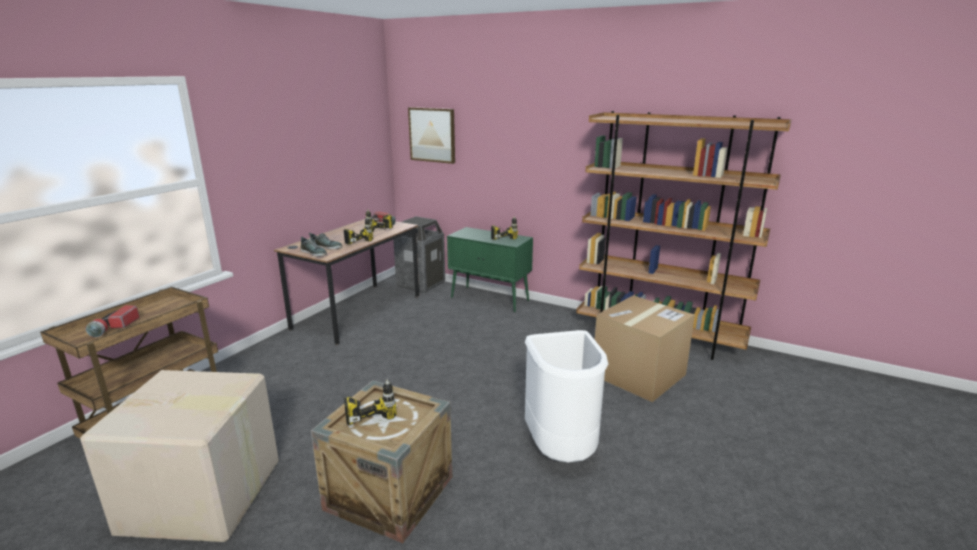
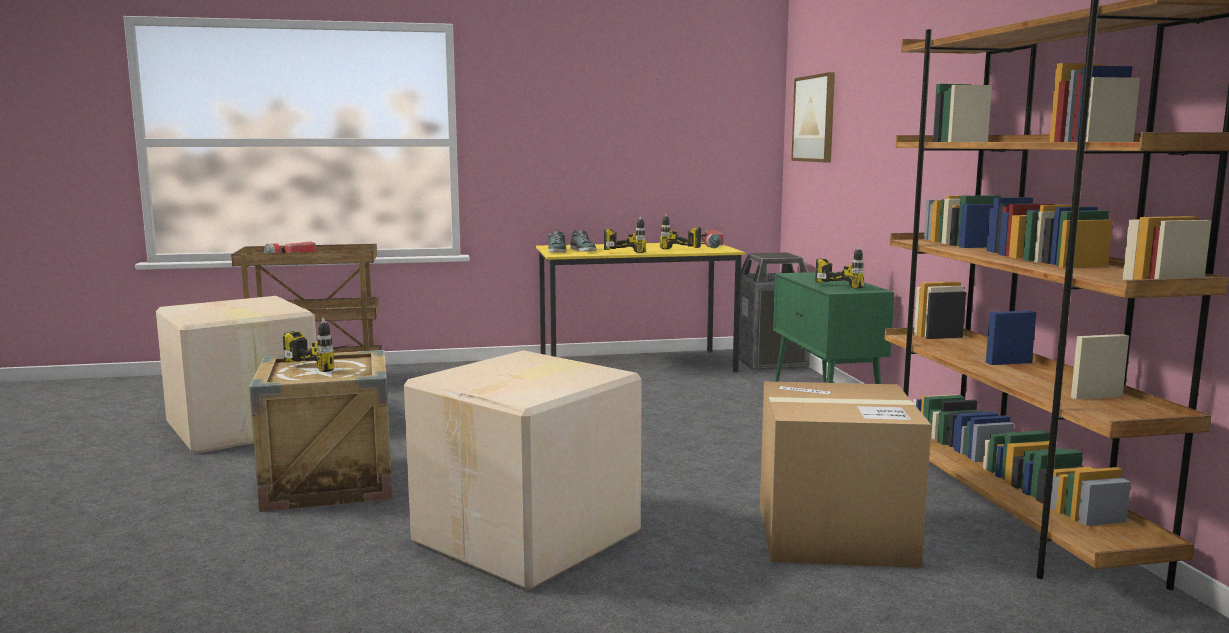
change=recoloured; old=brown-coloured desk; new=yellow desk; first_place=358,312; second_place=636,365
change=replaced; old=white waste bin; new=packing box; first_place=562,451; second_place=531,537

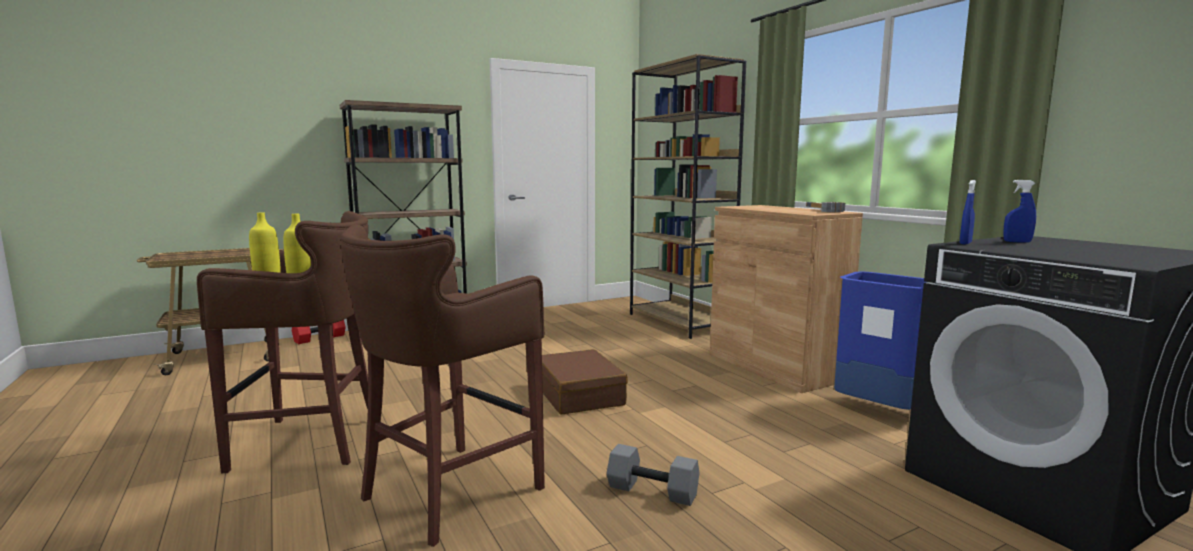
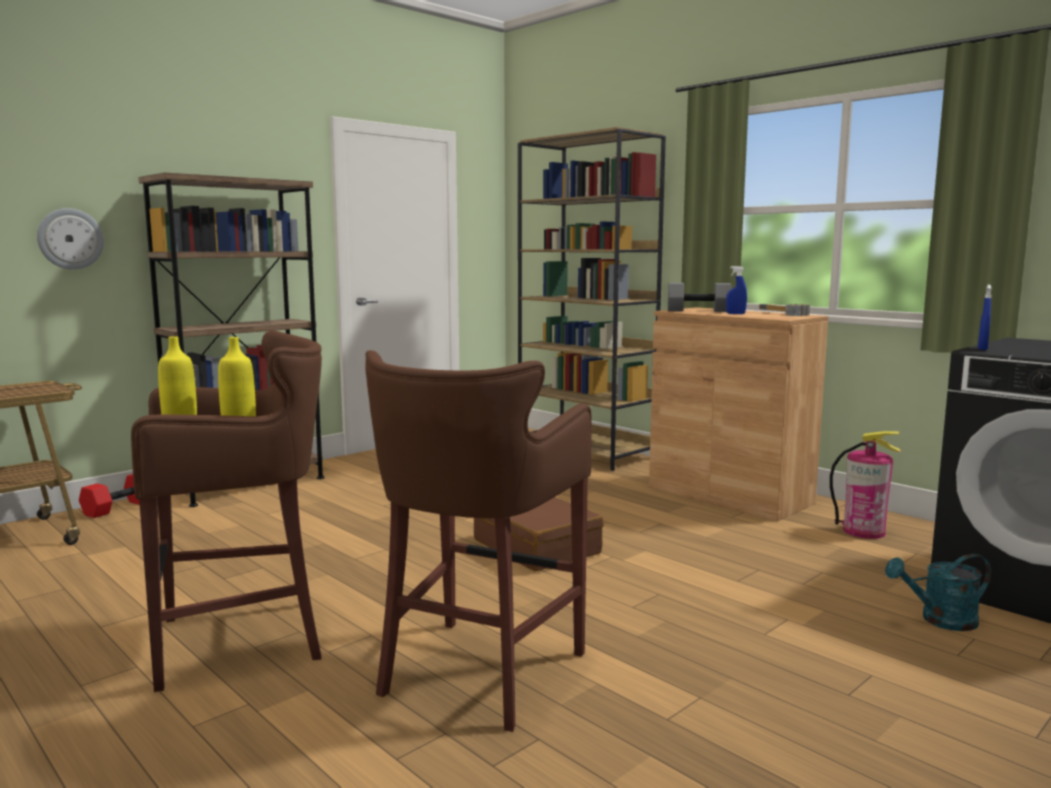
change=moved; old=grey dumbbell; first_place=653,490; second_place=699,310
change=replaced; old=bluish waste bin; new=extinguisher; first_place=878,410; second_place=863,531
change=moved; old=bluish spray bottle; first_place=1017,242; second_place=735,314
change=added; new=clock on the wall; second_place=70,239
change=added; new=blue-green watering pot; second_place=940,620

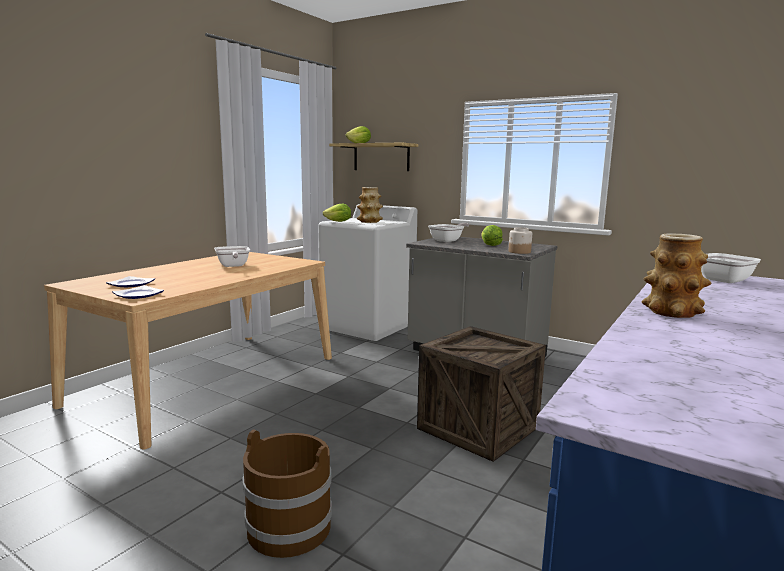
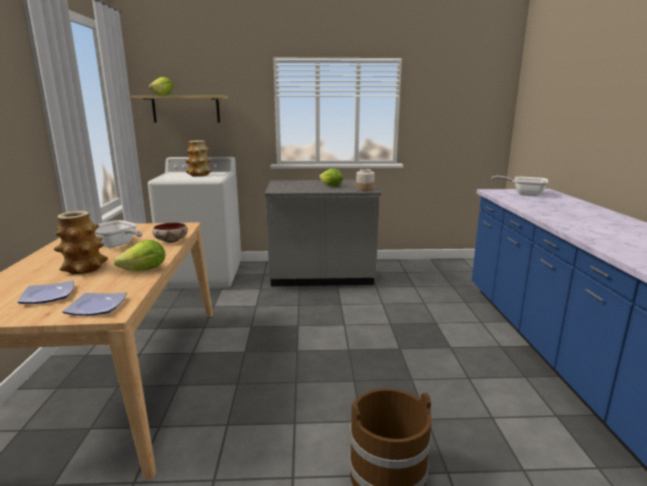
change=moved; old=lettuce head; first_place=338,222; second_place=145,270
change=removed; old=packing crate; first_place=478,428
change=removed; old=pan; first_place=448,240
change=moved; old=flower vase; first_place=671,312; second_place=84,268
change=added; new=deep dish; second_place=170,241

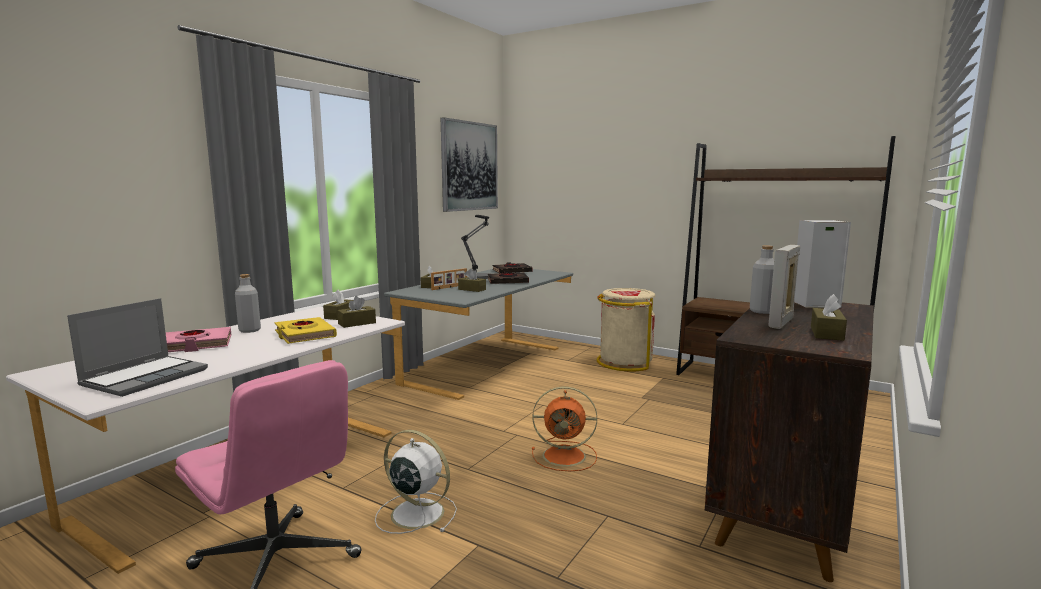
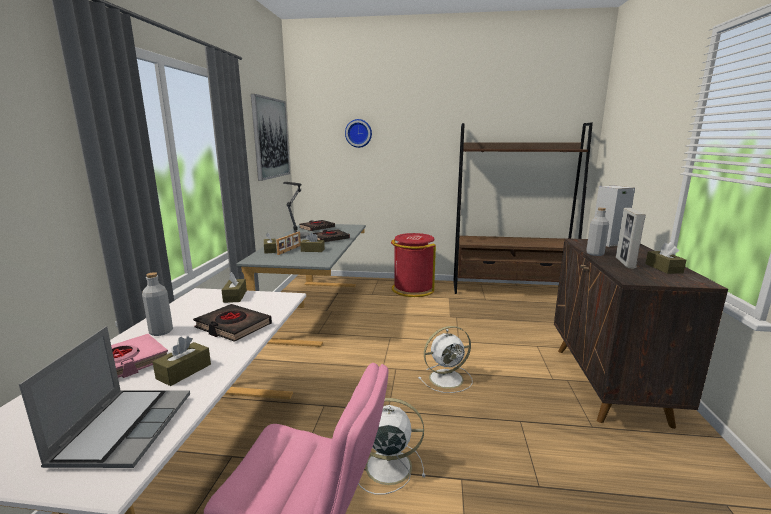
change=recoloured; old=yellow bound book; new=black bound book; first_place=304,335; second_place=233,326
change=moved; old=brown-coloured tissue box; first_place=357,323; second_place=184,371
change=recoloured; old=orangey electric fan; new=white electric fan; first_place=566,456; second_place=447,378
change=recoloured; old=sand-coloured waste bin; new=red-coloured waste bin; first_place=624,362; second_place=412,289
change=added; new=clock on the wall; second_place=358,133

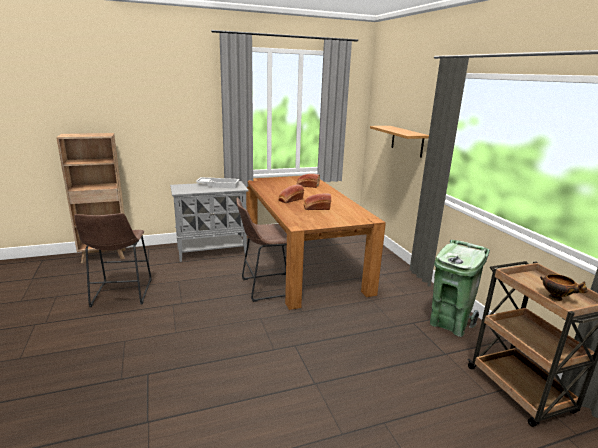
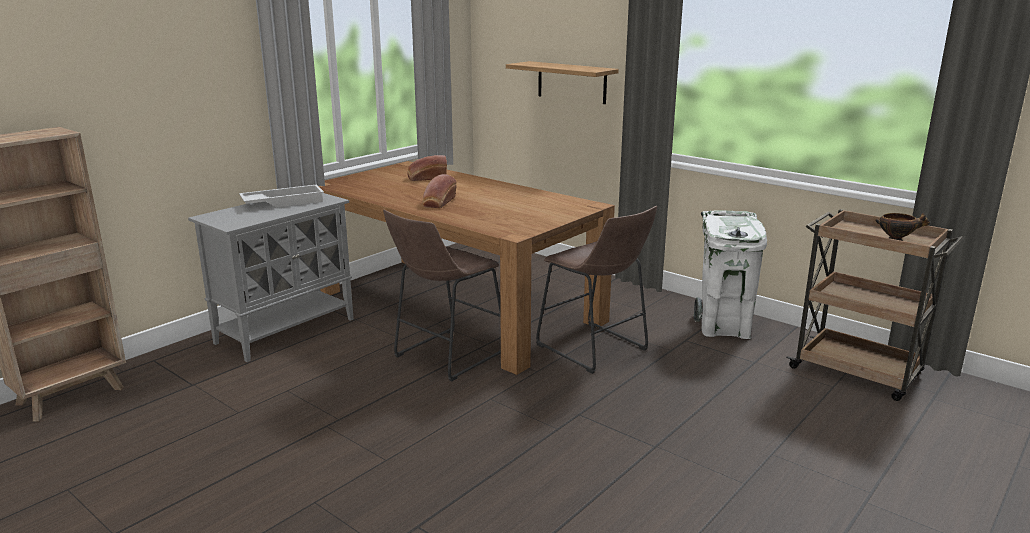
change=moved; old=brown-coloured sitting stool; first_place=120,295; second_place=595,350
change=removed; old=bread; first_place=316,208
change=recoloured; old=greenish waste bin; new=white waste bin; first_place=449,323; second_place=724,328

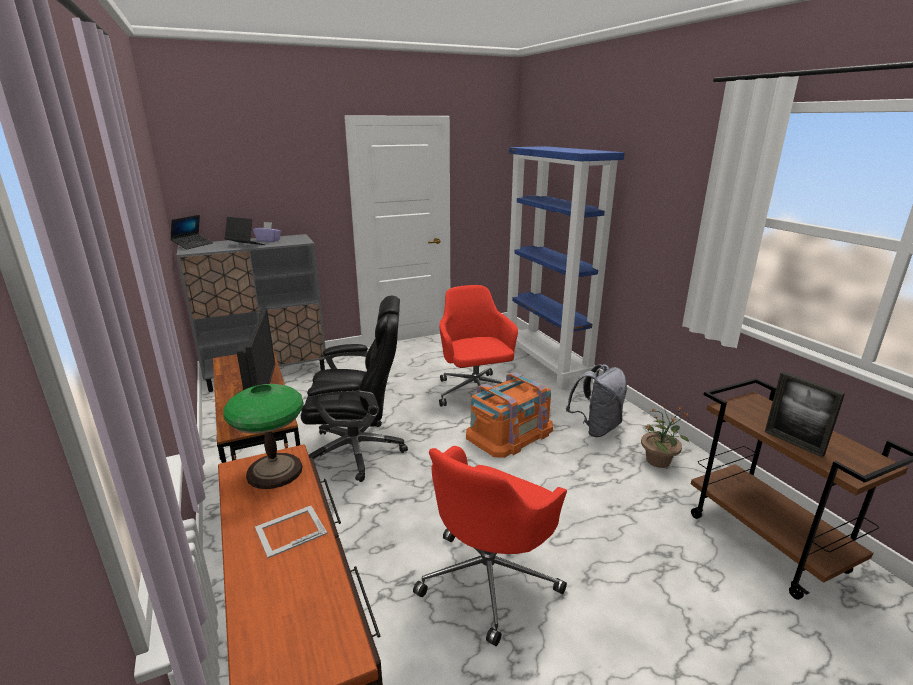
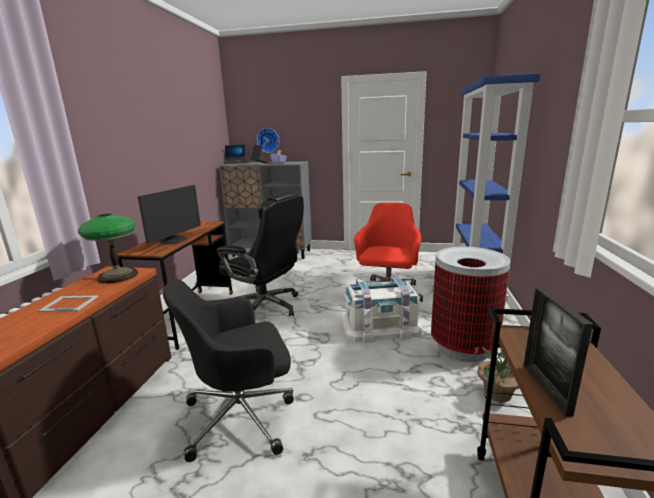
change=recoloured; old=red-coloured desk chair; new=black desk chair; first_place=489,577; second_place=242,415
change=recoloured; old=orangey storage box; new=white storage box; first_place=509,432; second_place=380,326
change=replaced; old=grey backpack; new=waste bin; first_place=596,428; second_place=463,346
change=added; new=clock on the wall; second_place=268,140

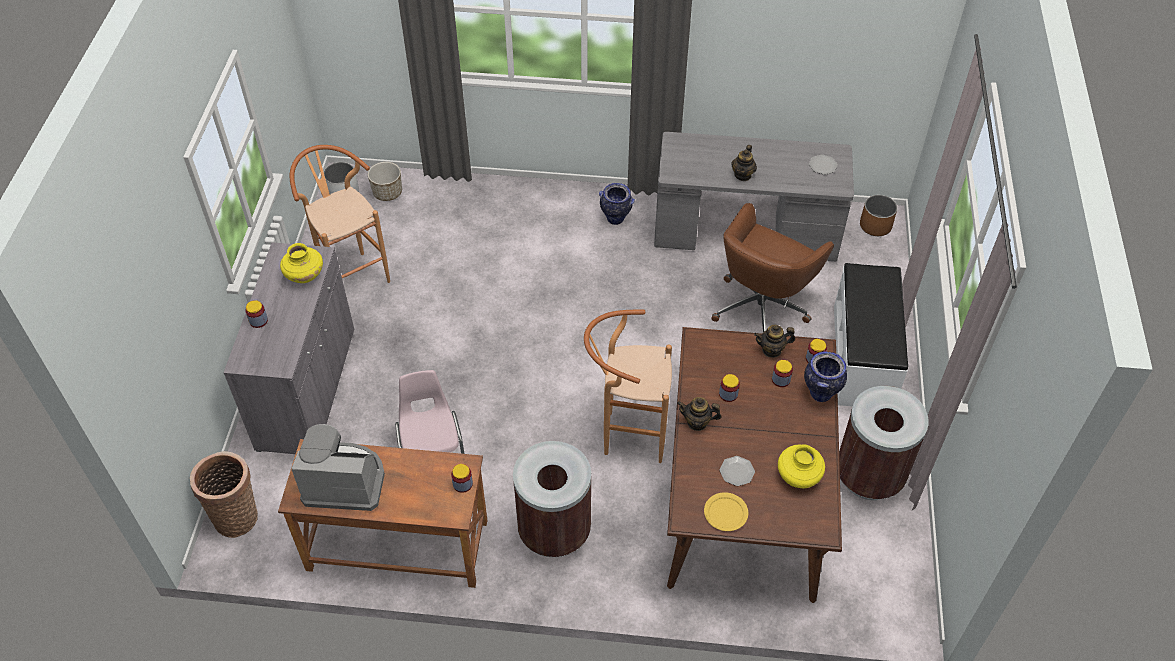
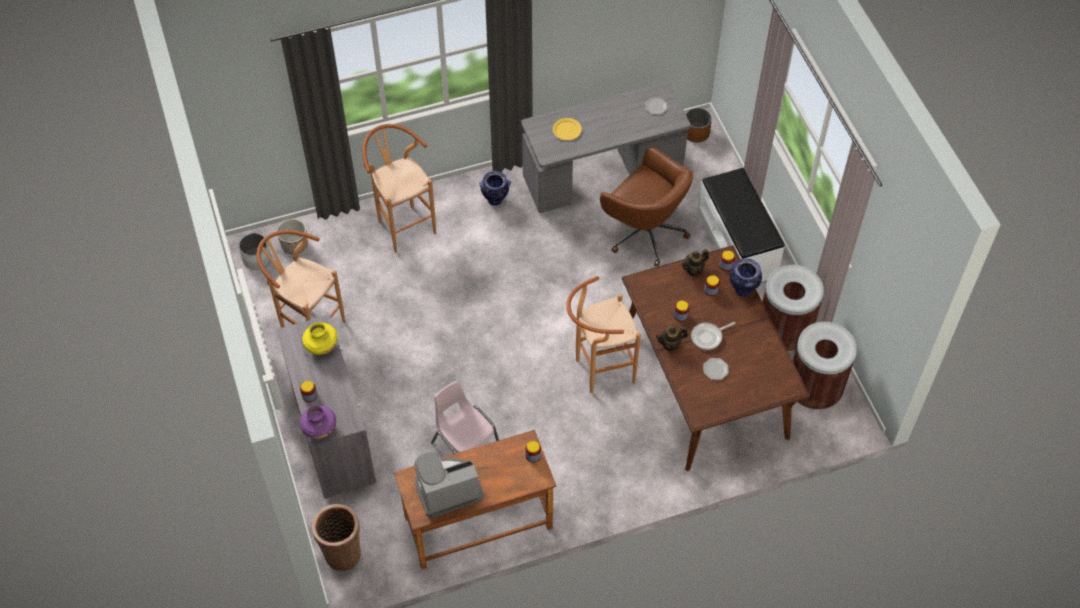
change=moved; old=brown-coloured waste bin; first_place=554,531; second_place=813,390
change=moved; old=yellow flat dish; first_place=725,513; second_place=566,130
change=turned; old=brown-coloured desk chair; first_place=761,306; second_place=644,232; degrees=-60
change=removed; old=tea pot; first_place=743,175
change=removed; old=yellow flower vase; first_place=798,476
change=added; new=purplish flower vase; second_place=319,429
change=added; new=brown-coloured sitting stool; second_place=403,224
change=added; new=pan; second_place=708,337

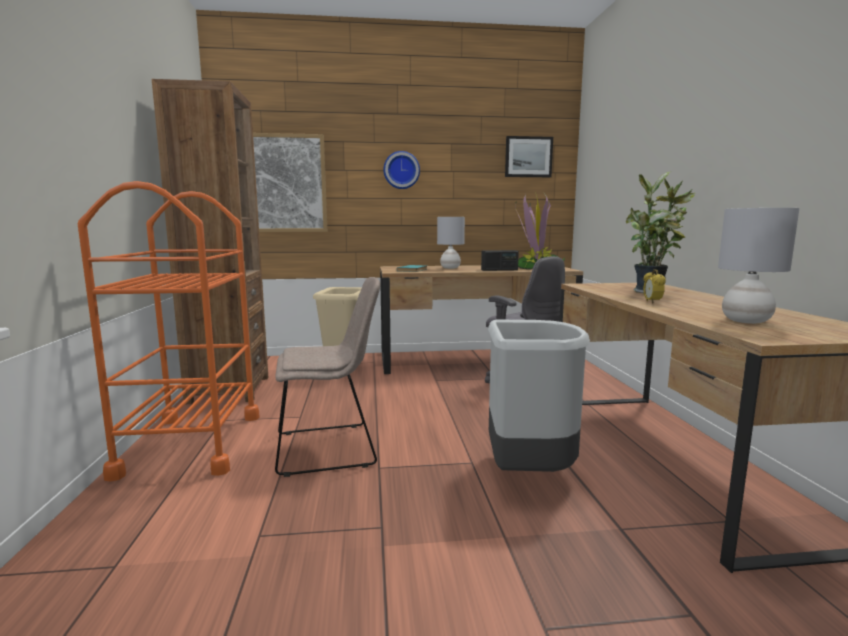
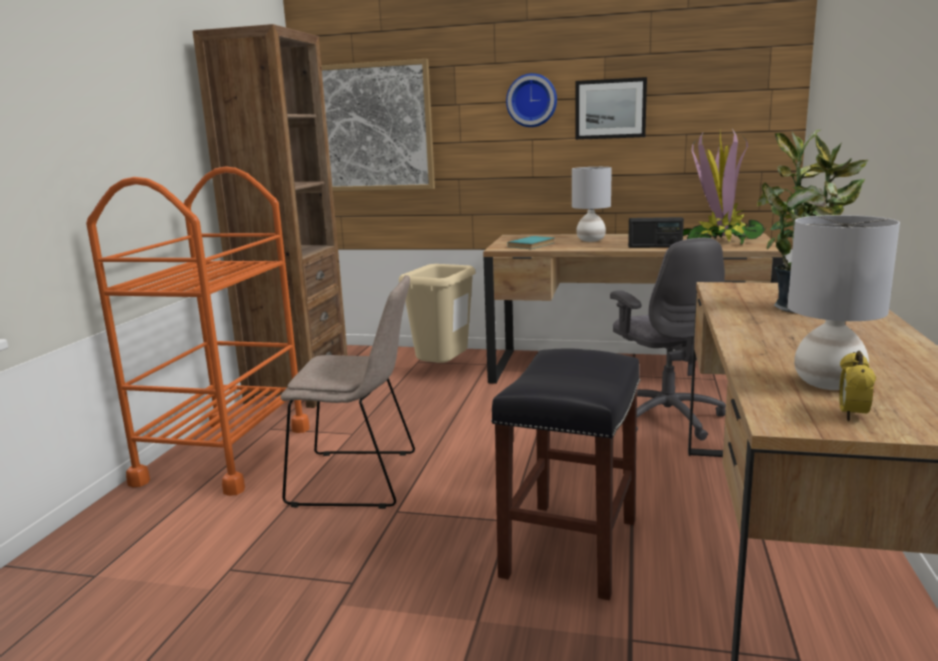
change=replaced; old=grey waste bin; new=black sitting stool; first_place=528,473; second_place=570,546
change=moved; old=wall art; first_place=528,157; second_place=610,109
change=moved; old=alarm clock; first_place=652,302; second_place=852,416

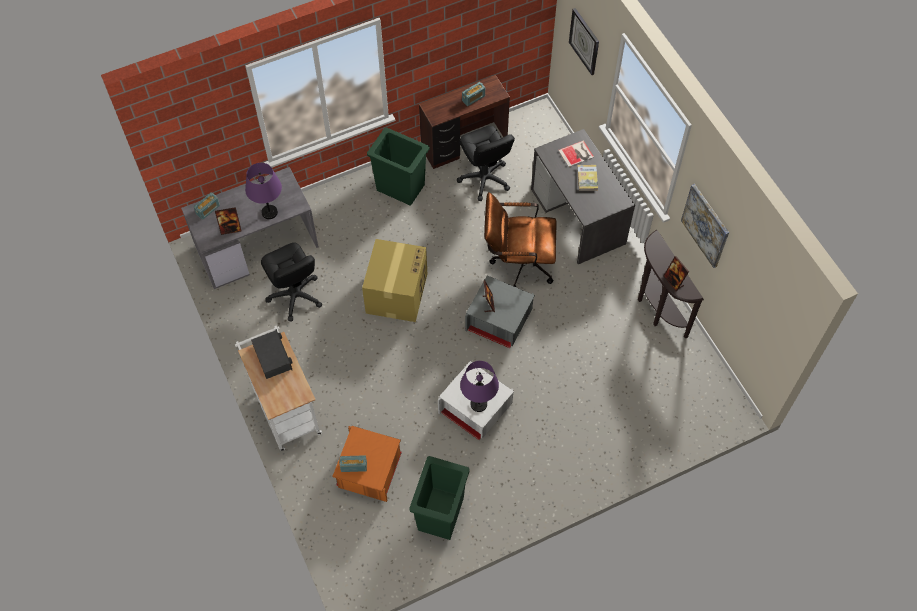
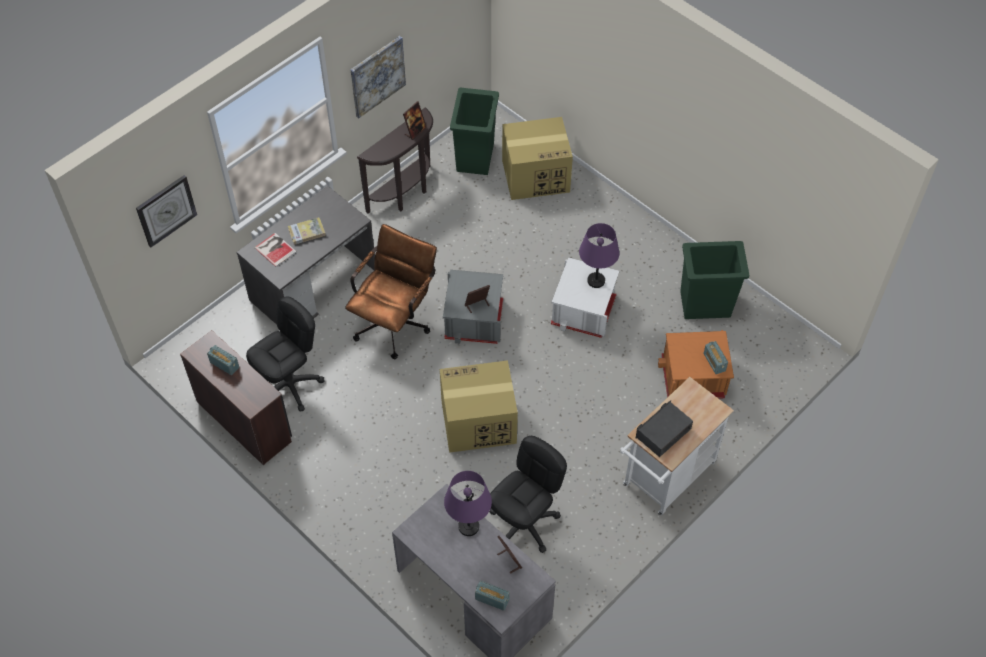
change=moved; old=greenish waste bin; first_place=401,188; second_place=476,157
change=turned; old=brown-coloured desk chair; first_place=517,263; second_place=395,321; degrees=-135
change=added; new=packing box; second_place=536,175

